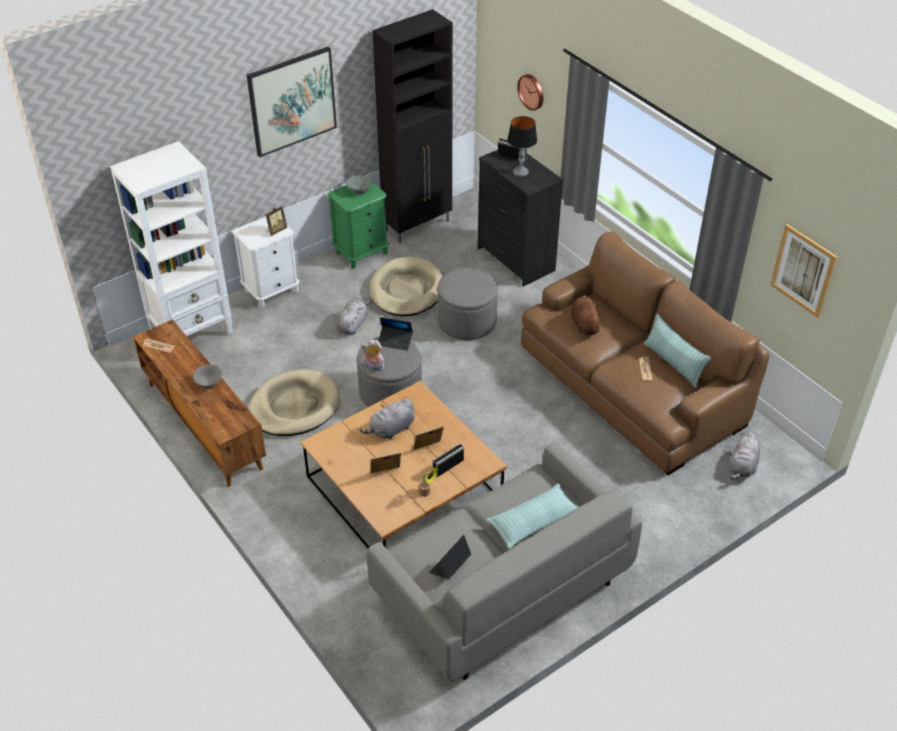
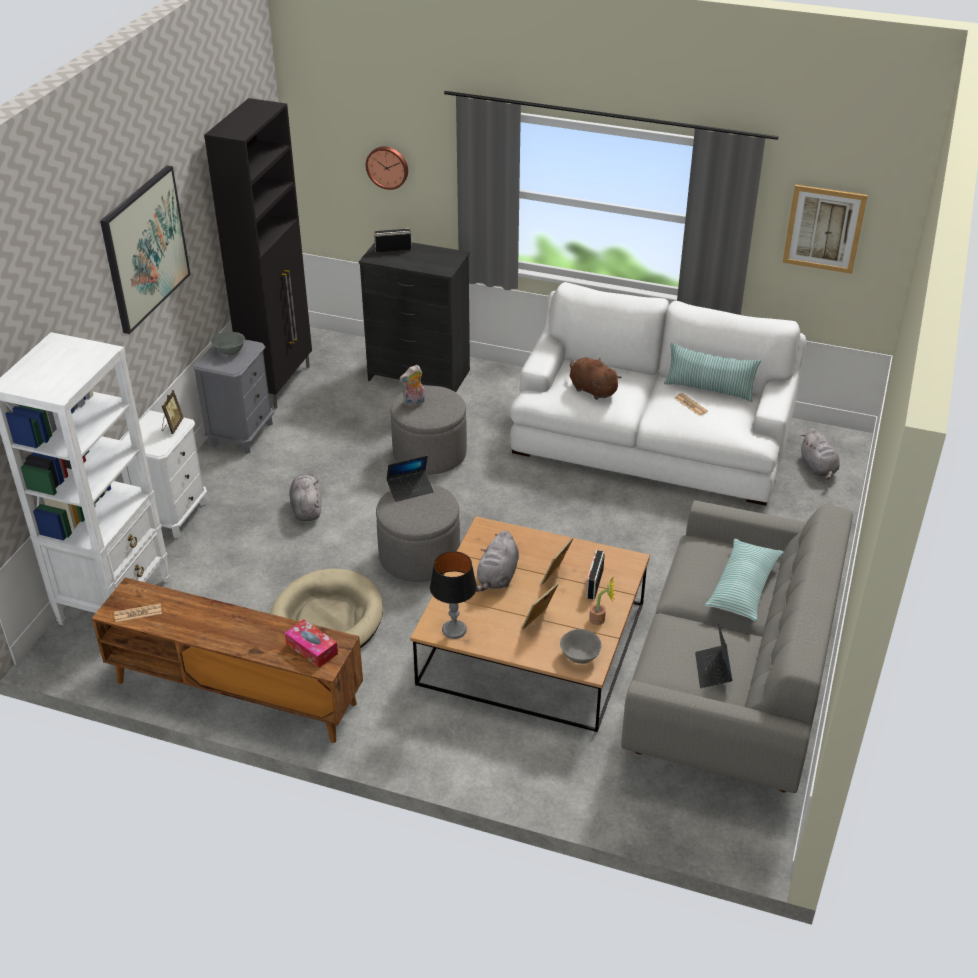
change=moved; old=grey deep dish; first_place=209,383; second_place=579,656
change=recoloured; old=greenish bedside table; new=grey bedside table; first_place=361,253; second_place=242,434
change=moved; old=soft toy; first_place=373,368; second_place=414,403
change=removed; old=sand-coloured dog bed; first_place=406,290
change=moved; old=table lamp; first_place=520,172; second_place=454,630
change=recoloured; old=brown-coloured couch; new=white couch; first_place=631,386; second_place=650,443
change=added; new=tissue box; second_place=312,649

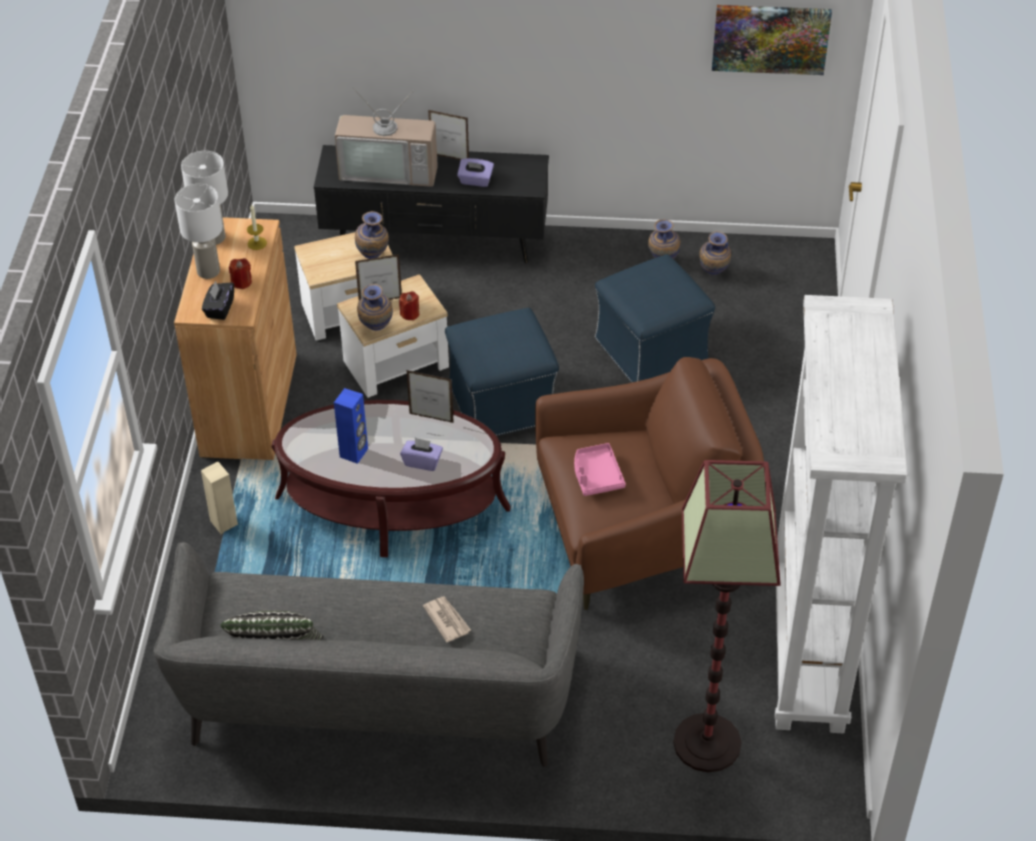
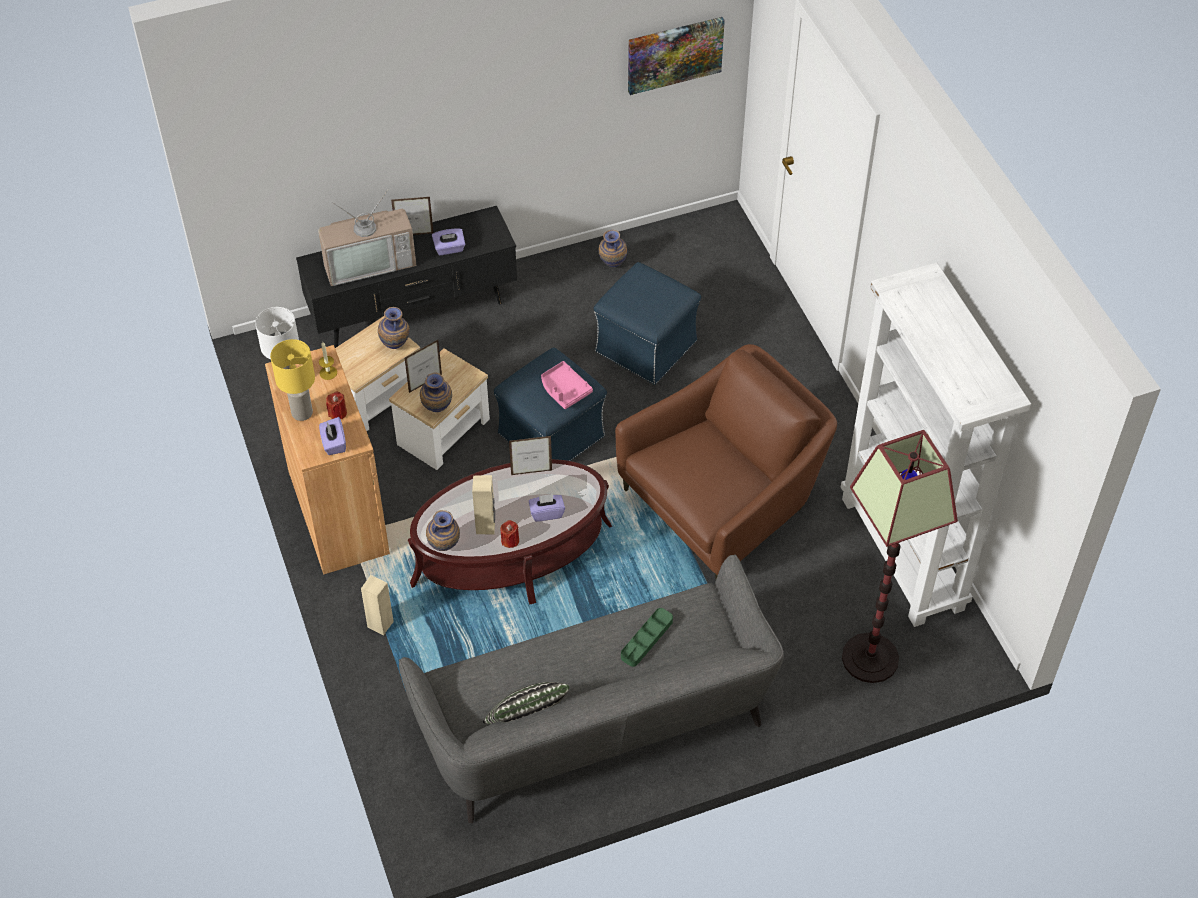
change=recoloured; old=white table lamp; new=yellow table lamp; first_place=209,271; second_place=302,412
change=recoloured; old=black tissue box; new=purplish tissue box; first_place=219,309; second_place=334,443
change=recoloured; old=bluish loudspeaker; new=sand-coloured loudspeaker; first_place=354,453; second_place=486,526
change=moved; old=red-coloured wax light; first_place=410,314; second_place=510,540
change=replaced; old=printed paper; new=greenish tray; first_place=447,620; second_place=646,639
change=moved; old=pink-coloured tray; first_place=596,475; second_place=564,390
change=moved; old=flower vase; first_place=713,275; second_place=444,548

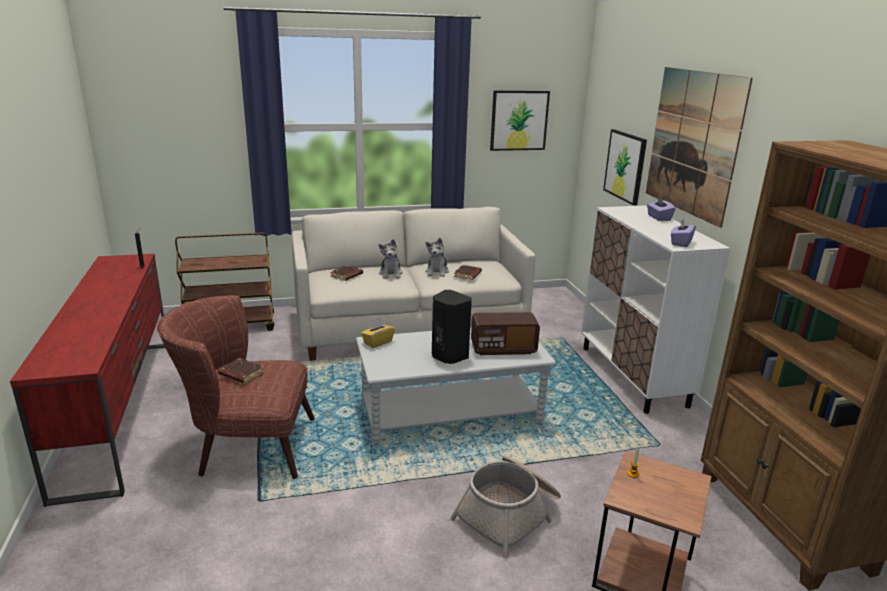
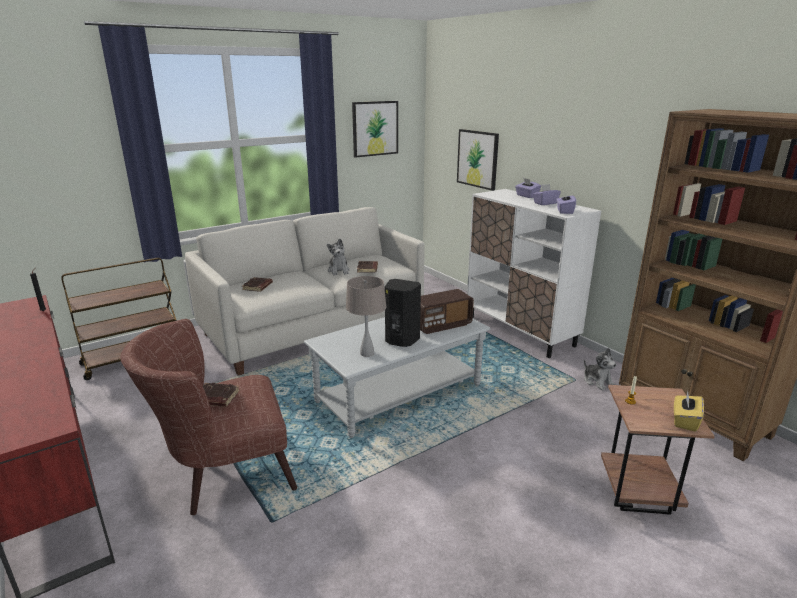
change=moved; old=yellow tissue box; first_place=377,342; second_place=684,421
change=moved; old=soft toy; first_place=391,274; second_place=597,381
change=removed; old=household basket; first_place=509,514
change=removed; old=wall art; first_place=693,143
change=added; new=sand-coloured table lamp; second_place=367,353
change=added; new=purplish tissue box; second_place=545,203

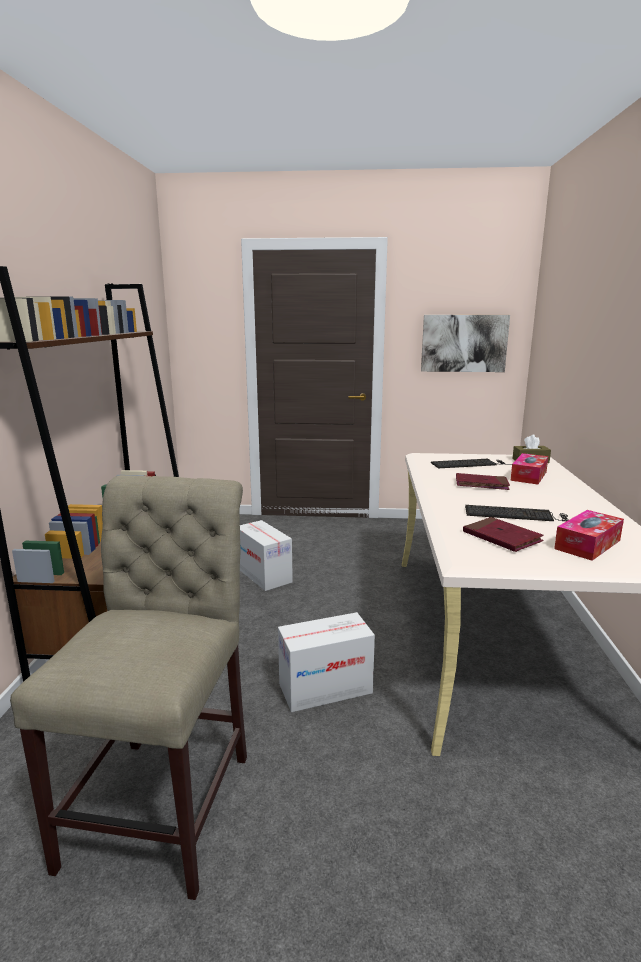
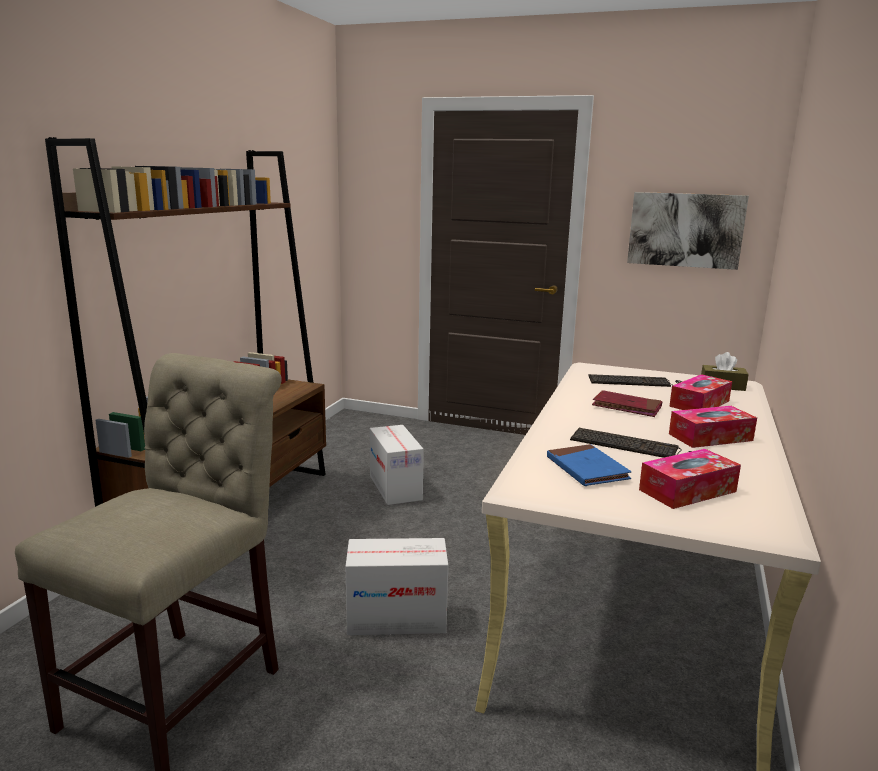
change=recoloured; old=red-coloured bound book; new=bluish bound book; first_place=501,537; second_place=587,469
change=added; new=tissue box; second_place=710,437

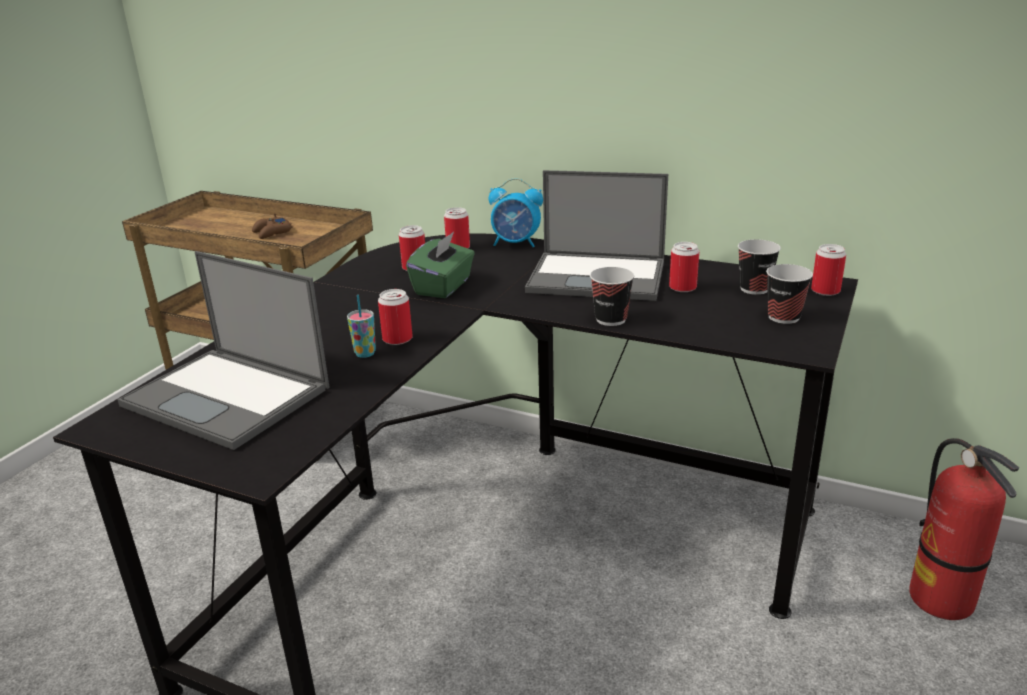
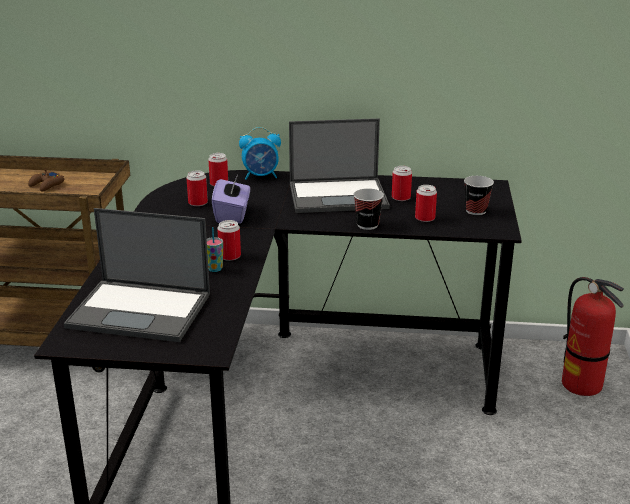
change=recoloured; old=greenish tissue box; new=purplish tissue box; first_place=443,287; second_place=232,215
change=removed; old=drinking cup; first_place=754,289
change=moved; old=can; first_place=825,291; second_place=425,218

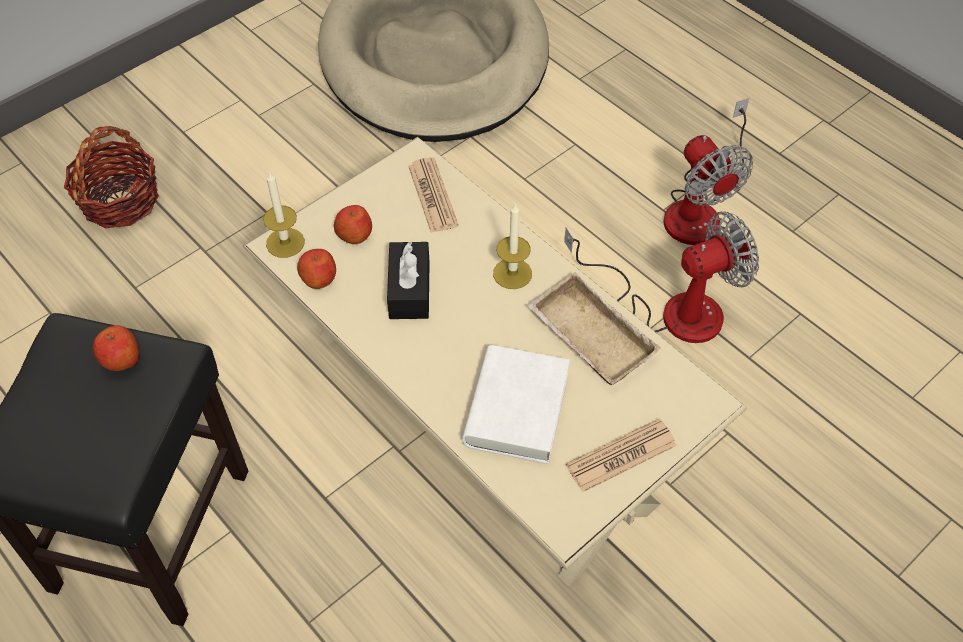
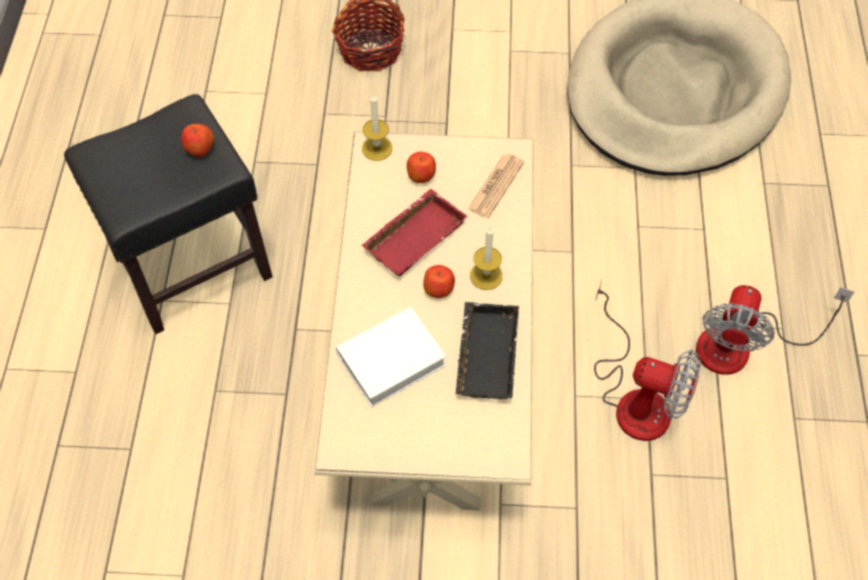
change=moved; old=whole apple; first_place=318,278; second_place=439,288
change=replaced; old=black tissue box; new=red-coloured tray; first_place=409,290; second_place=414,235
change=recoloured; old=sand-coloured tray; new=black tray; first_place=587,337; second_place=484,354
change=removed; old=printed paper; first_place=621,456

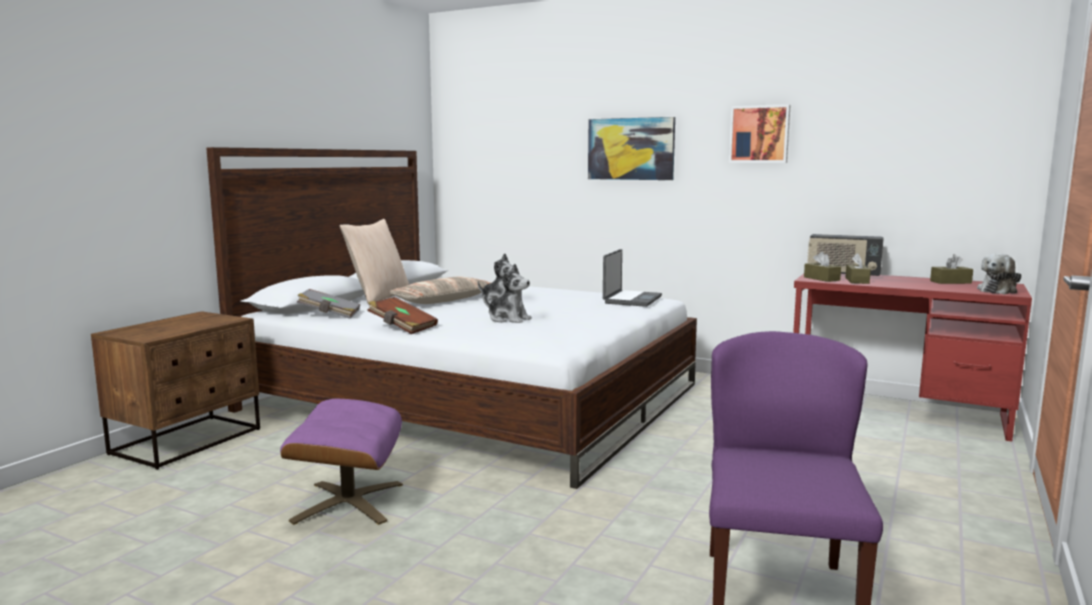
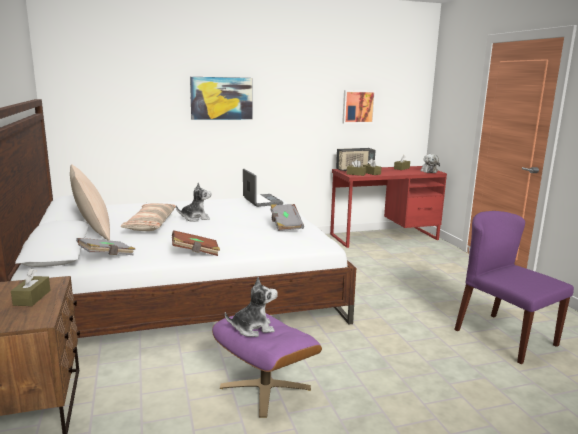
change=moved; old=soft toy; first_place=508,319; second_place=253,328
change=moved; old=wall art; first_place=759,134; second_place=358,106
change=added; new=brown-coloured tissue box; second_place=32,298
change=added; new=grey bound book; second_place=285,225

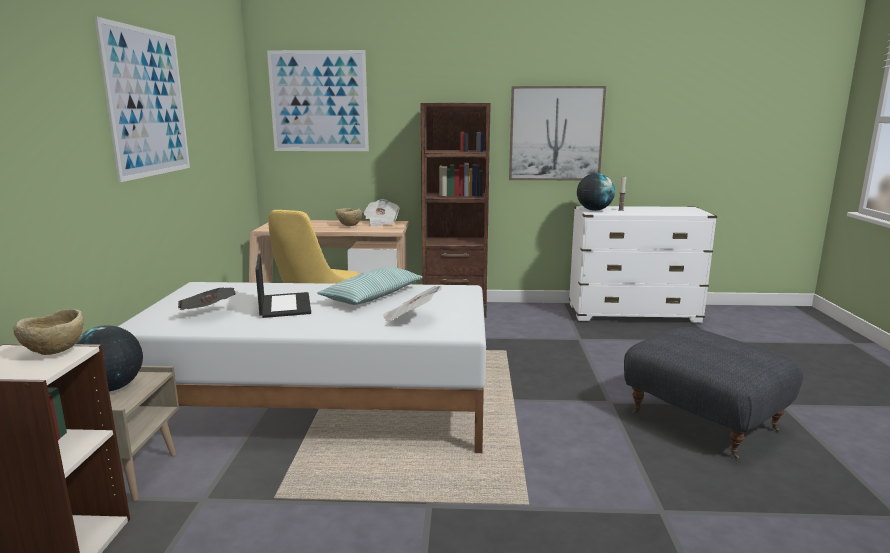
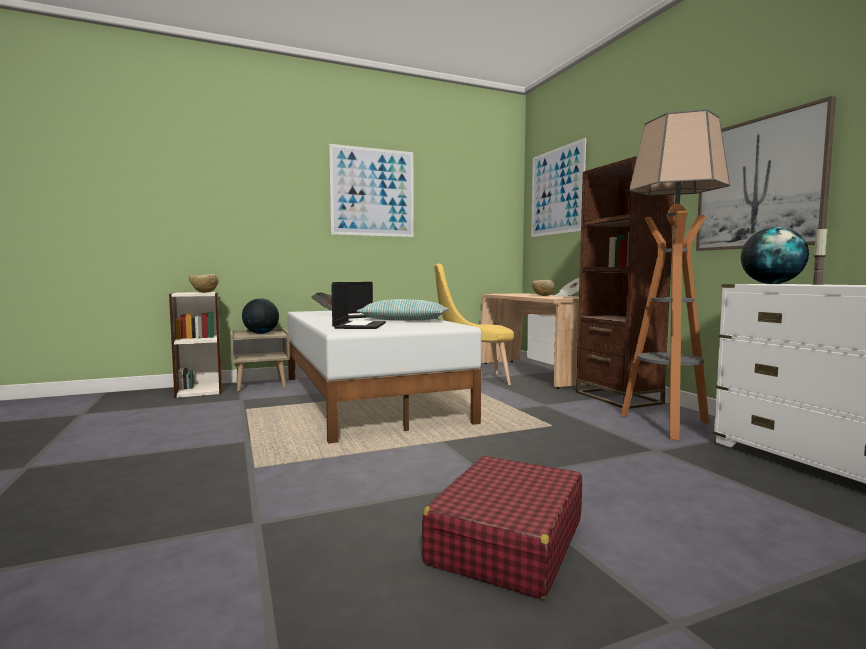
change=replaced; old=printed paper; new=laptop; first_place=410,319; second_place=359,325
change=replaced; old=grey pouffe; new=red-coloured suitcase; first_place=704,421; second_place=506,542
change=added; new=standard lamp; second_place=666,425

